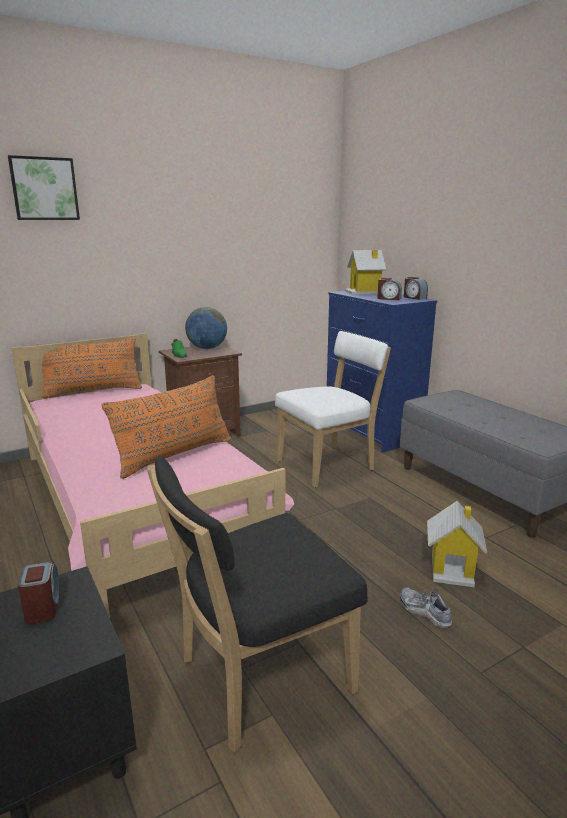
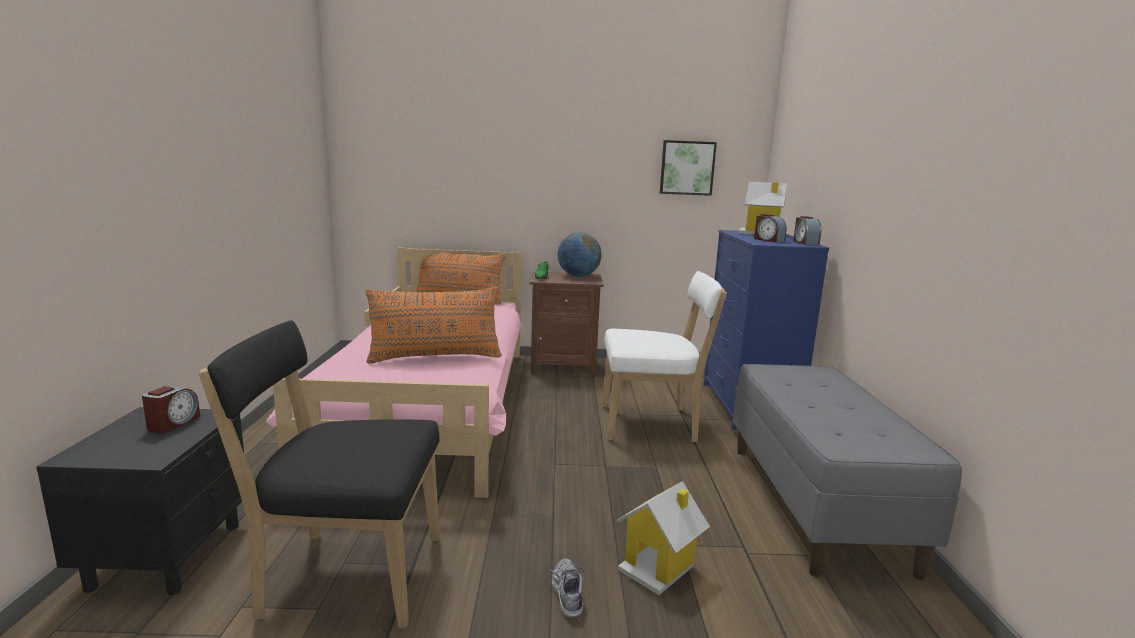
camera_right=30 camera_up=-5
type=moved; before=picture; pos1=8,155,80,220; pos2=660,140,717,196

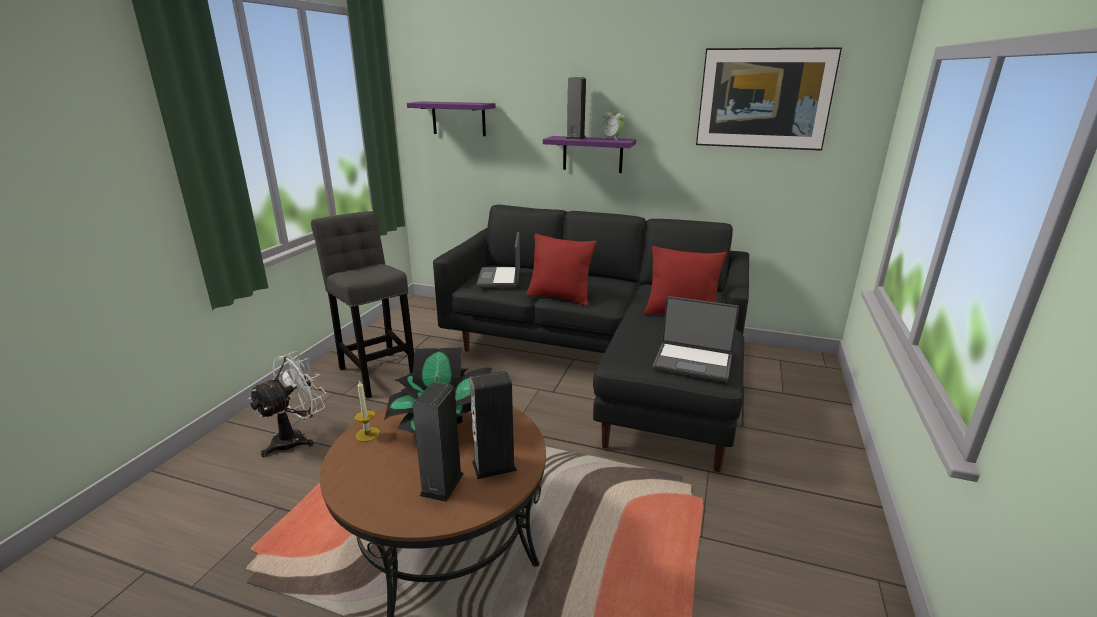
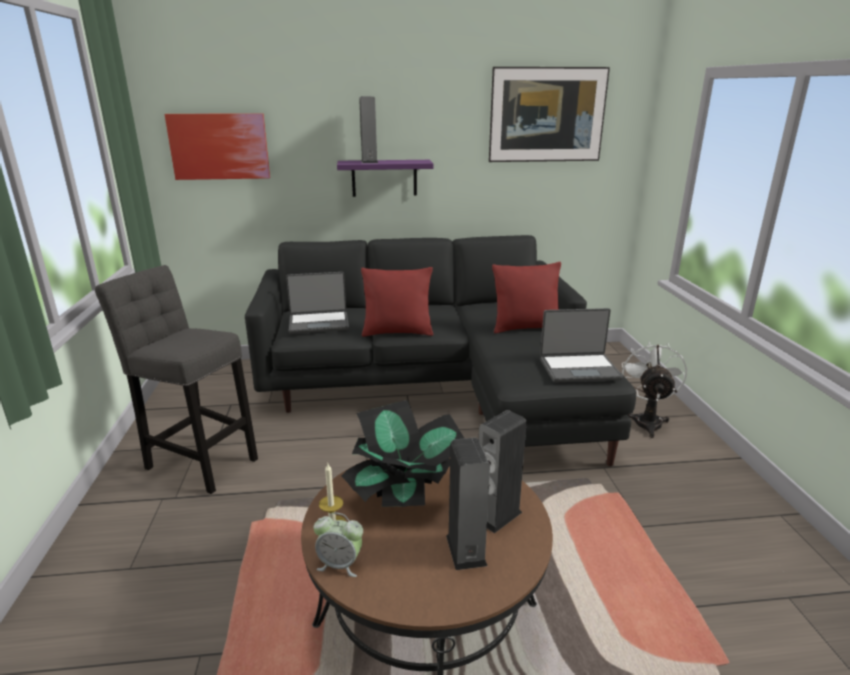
camera_right=-25 camera_up=0
type=moved; before=white_fan; pos1=248,351,326,457; pos2=622,341,687,438
type=replaced; before=purple_shelf; after=picture; pos1=407,101,496,136; pos2=165,113,270,180
type=turned; before=laptop; pos1=476,232,520,287; pos2=286,272,349,334; turn=-75
type=moved; before=alarm_clock; pos1=602,109,625,140; pos2=314,513,363,577

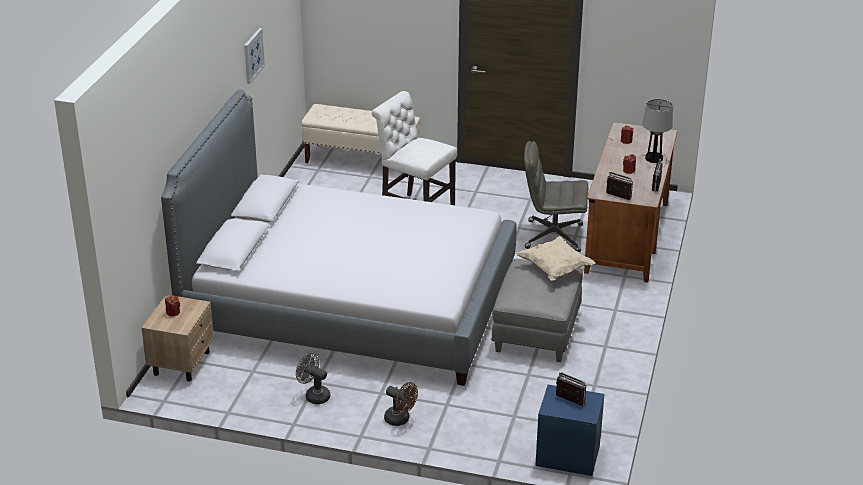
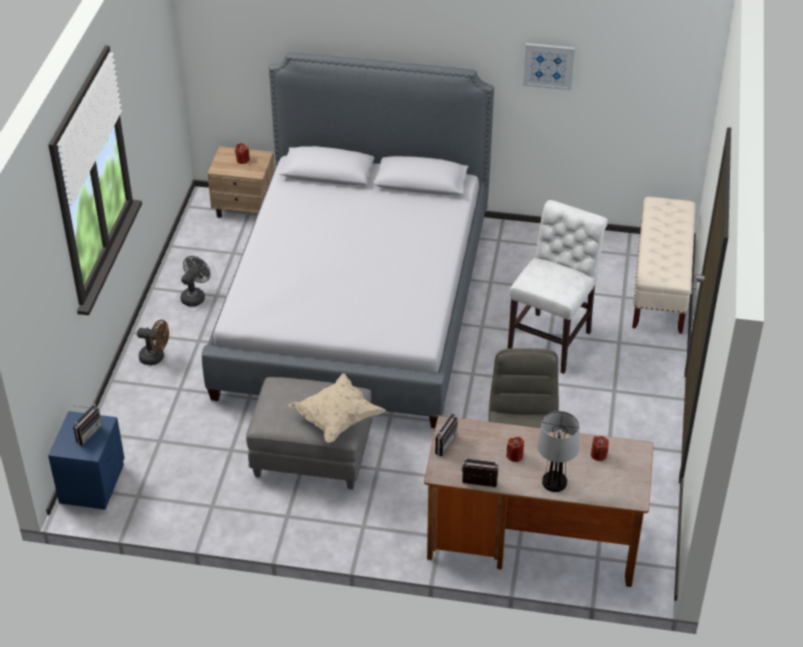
camera_right=85 camera_up=10
type=turned; before=brown_fan; pos1=384,382,418,426; pos2=137,320,169,365; turn=-105

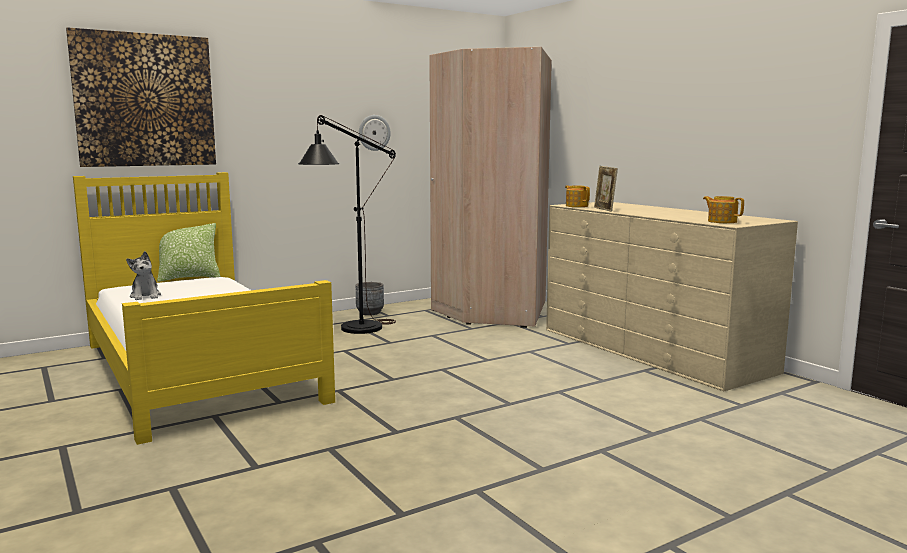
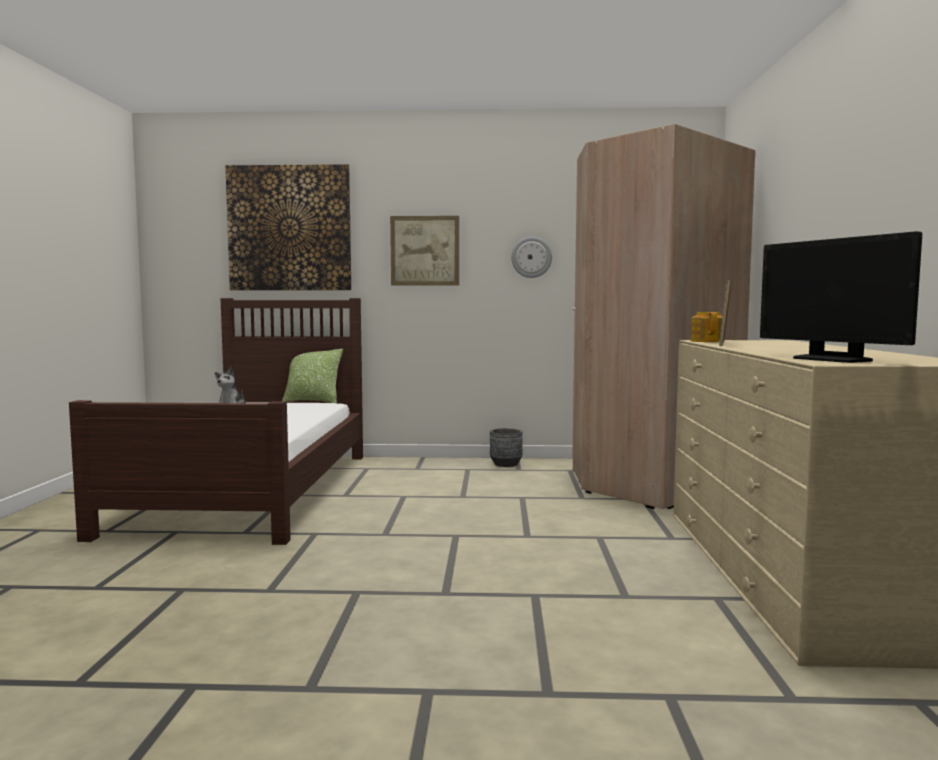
camera_right=35 camera_up=-5
type=recoloured; before=yellow_bed; after=brown_bed; pos1=73,172,335,445; pos2=69,298,363,545
type=removed; before=black_floor_lamp; pos1=298,115,396,334
type=replaced; before=teapot; after=monitor; pos1=703,196,744,223; pos2=760,231,922,363
type=added; after=picture; pos2=390,216,459,286

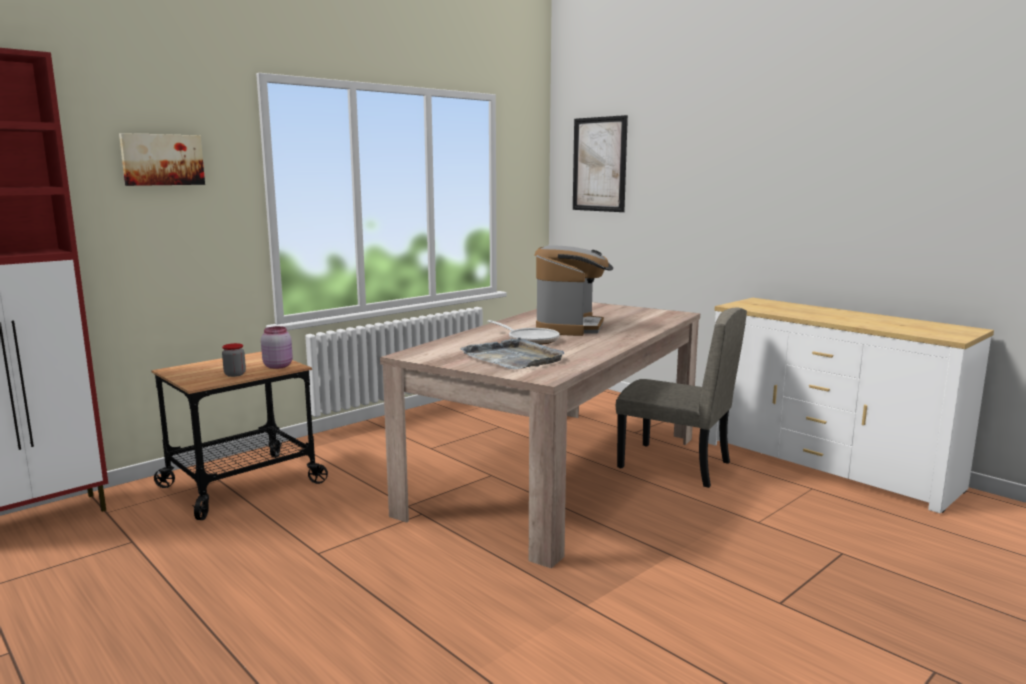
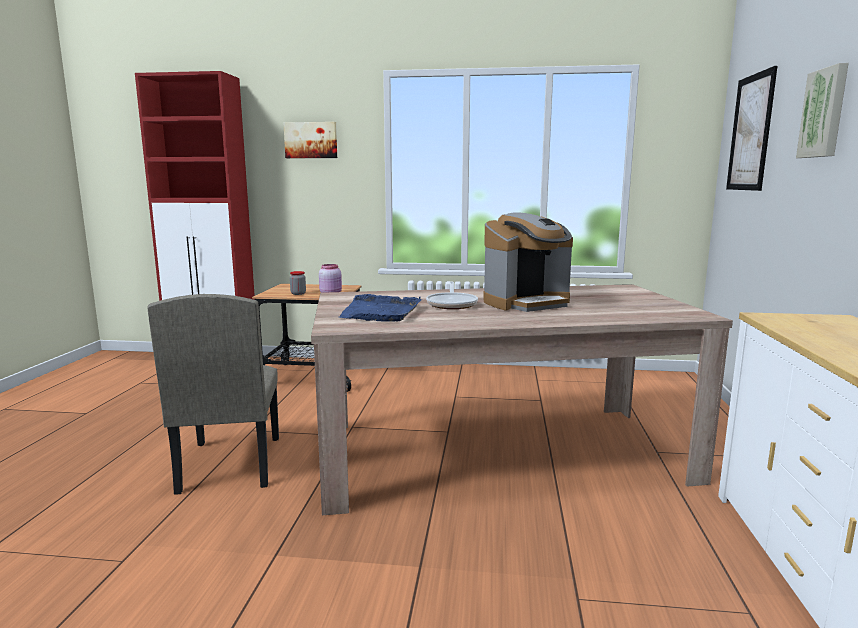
camera_right=50 camera_up=0
type=recoloured; before=grey_tray; after=blue_tray; pos1=460,337,565,369; pos2=339,294,422,322
type=moved; before=beige_chair; pos1=616,307,747,488; pos2=147,294,279,495
type=added; after=picture; pos2=796,63,849,158

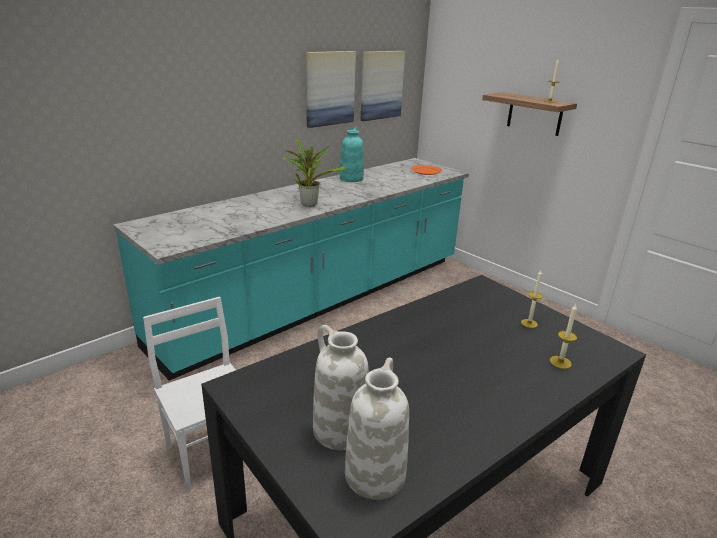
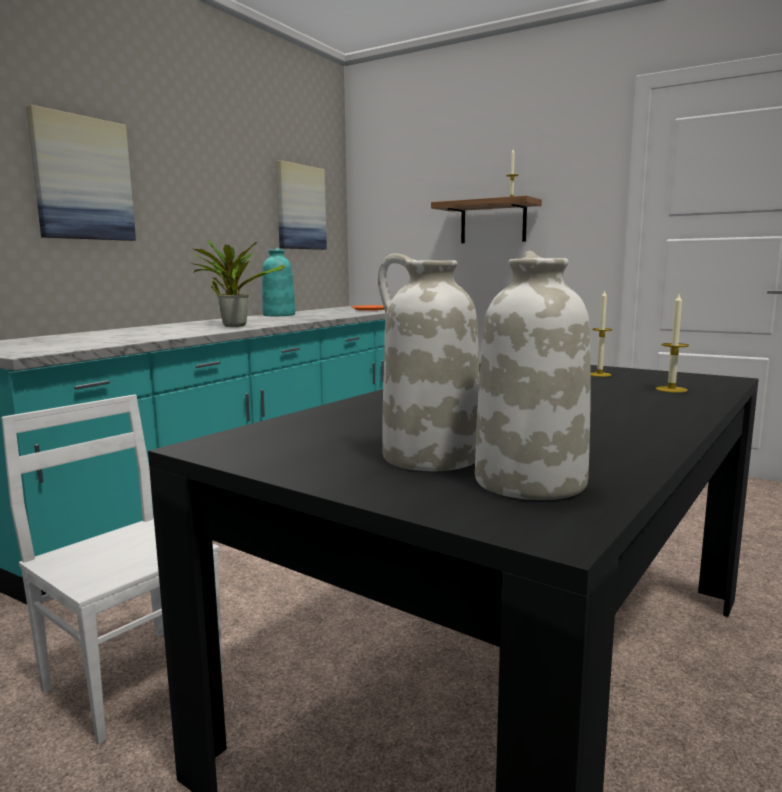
camera_right=-15 camera_up=-15
type=moved; before=picture; pos1=306,51,356,128; pos2=26,105,136,241

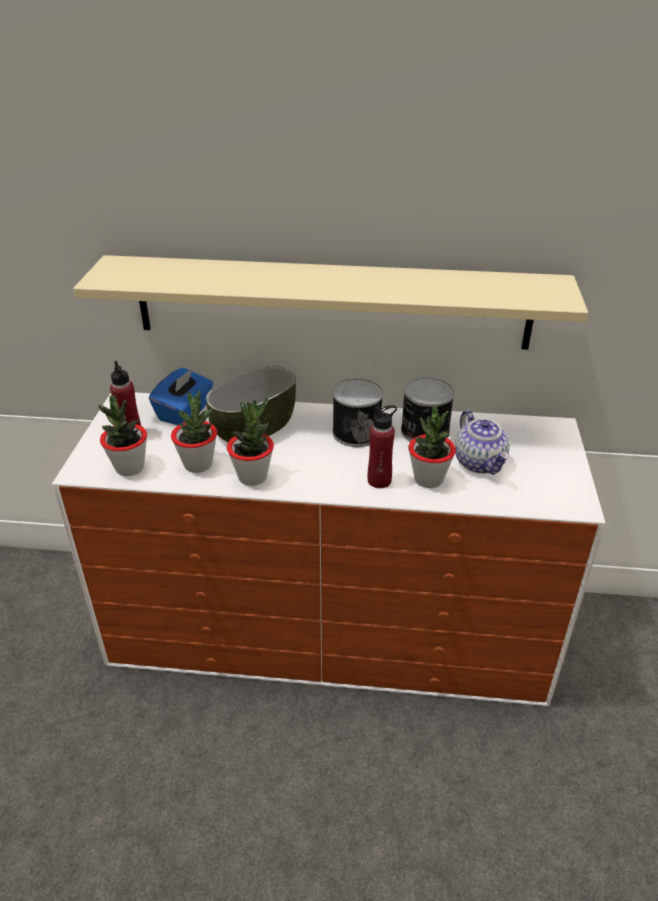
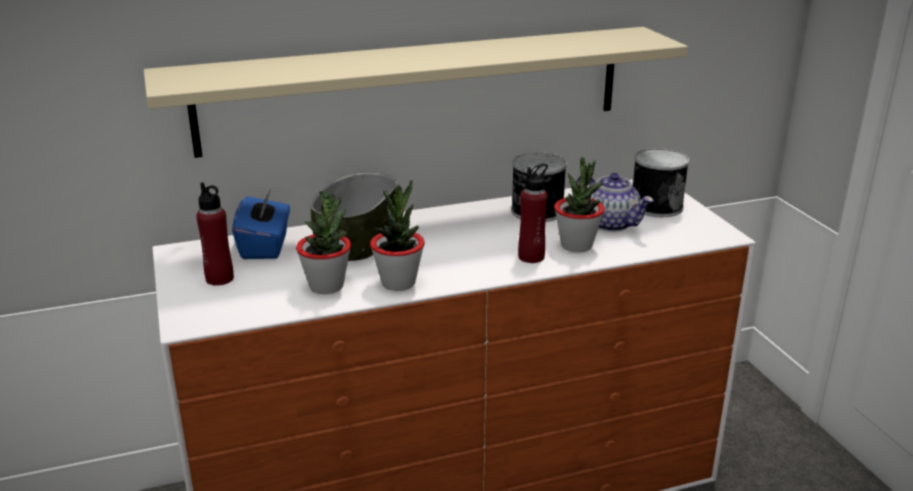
camera_right=-25 camera_up=-10
type=removed; before=potted_plant; pos1=98,395,147,476
type=moved; before=can; pos1=332,378,383,447; pos2=633,148,689,217

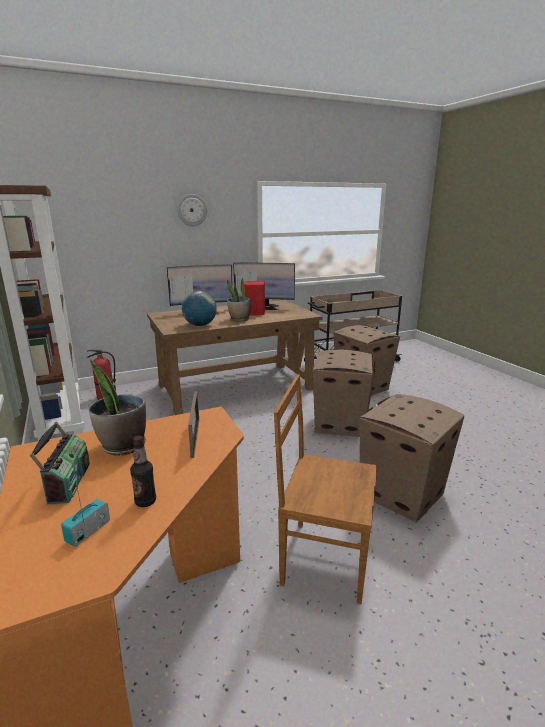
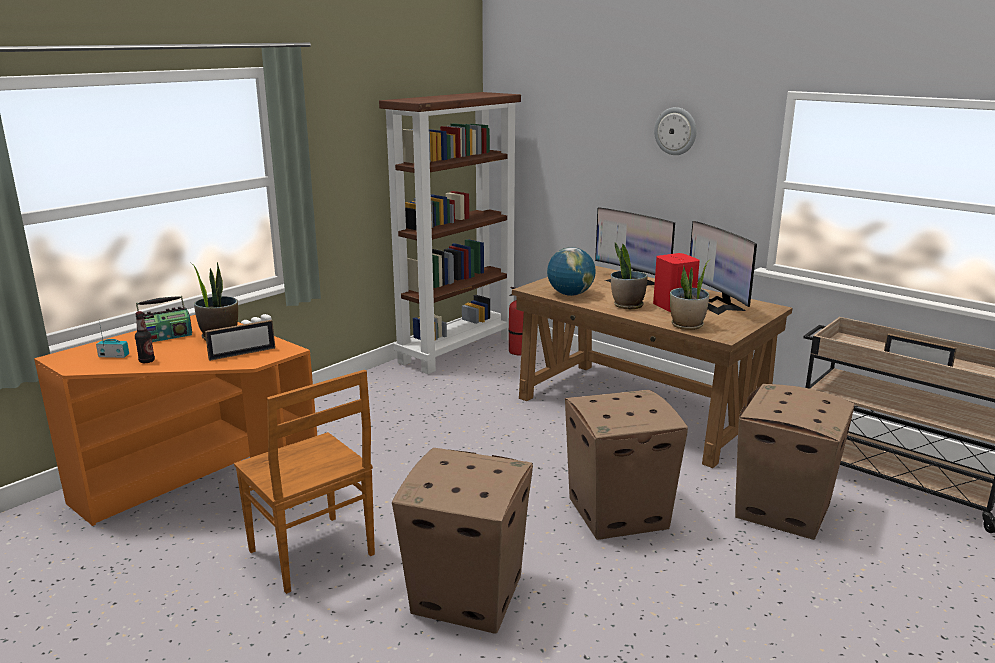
camera_right=65 camera_up=0
type=turned; before=brown_chair; pos1=274,374,377,604; pos2=234,370,375,594; turn=150
type=added; after=potted_plant; pos2=670,260,709,330

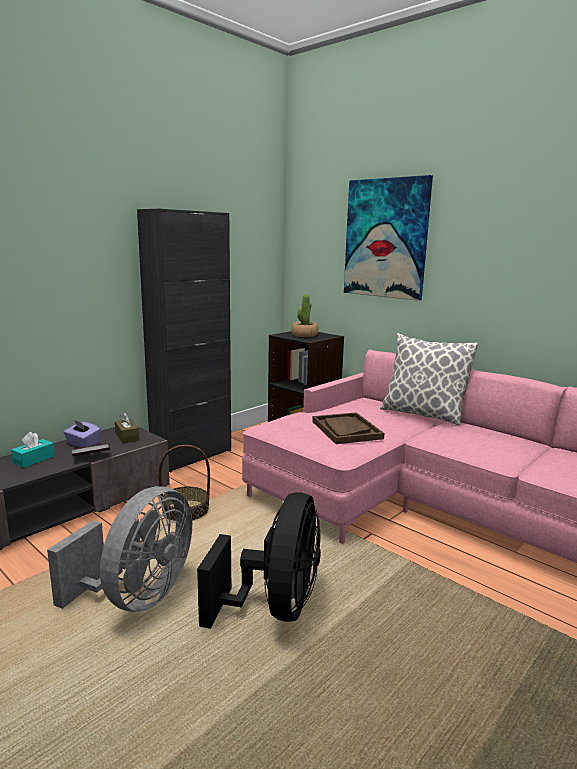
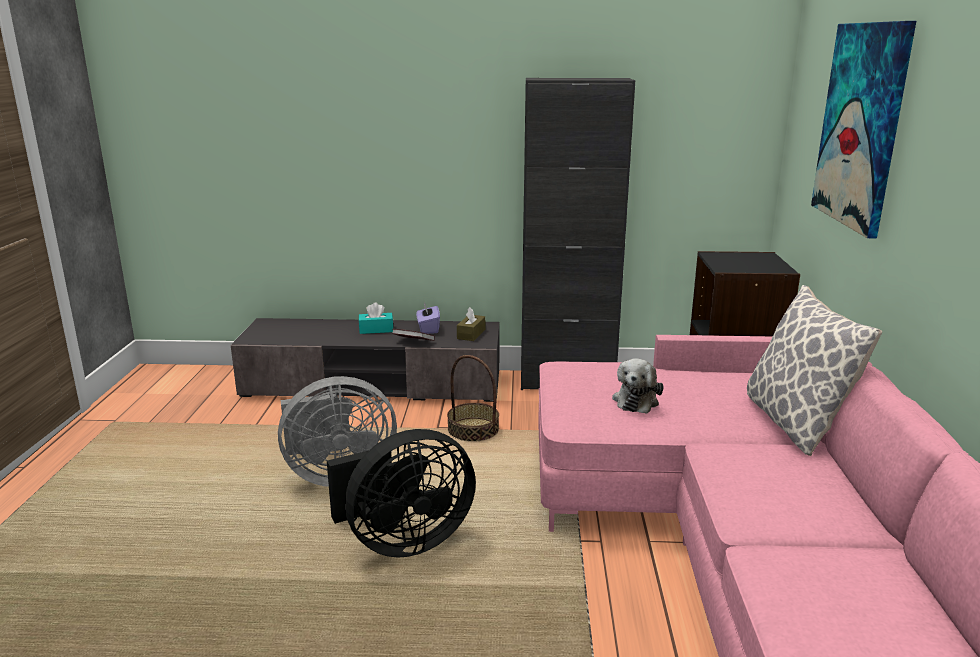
camera_right=50 camera_up=5
type=removed; before=potted_plant; pos1=291,294,319,337
type=replaced; before=brown_tray; after=plush_toy; pos1=312,412,384,444; pos2=612,358,664,414

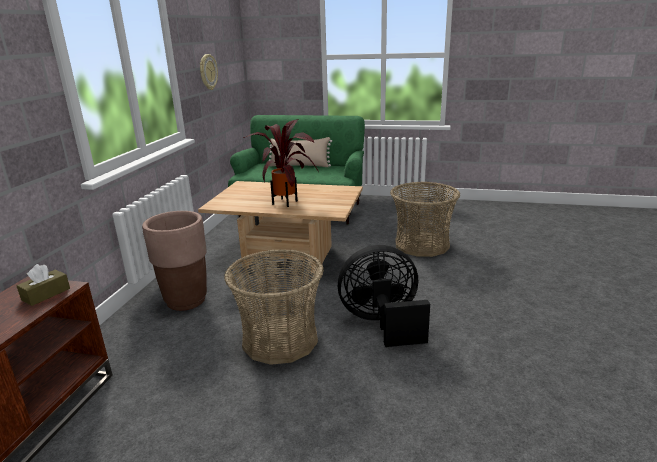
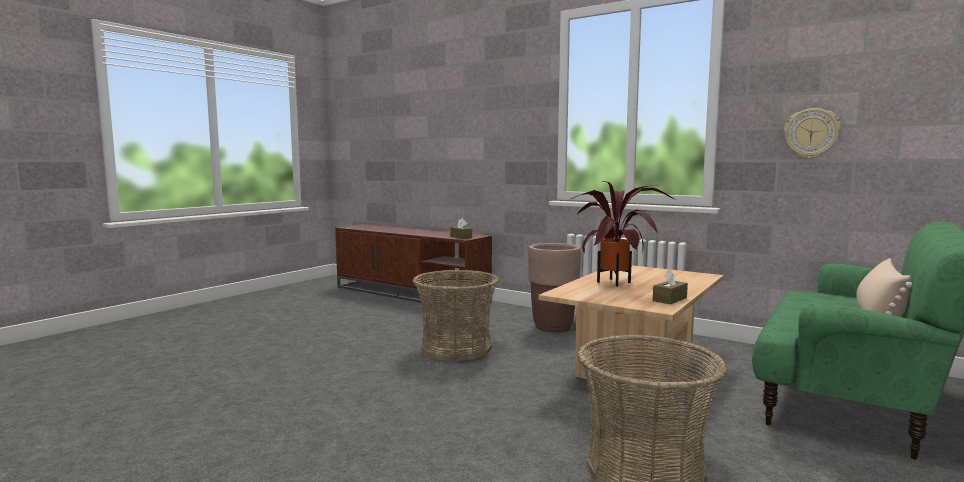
camera_right=110 camera_up=-15
type=removed; before=black_fan; pos1=338,245,430,347
type=added; after=brown_tissue_box; pos2=653,269,688,304

